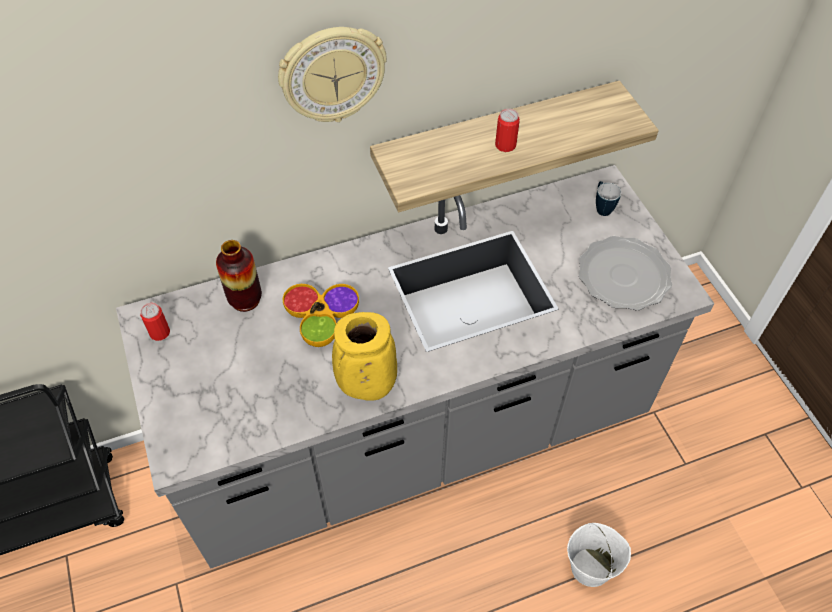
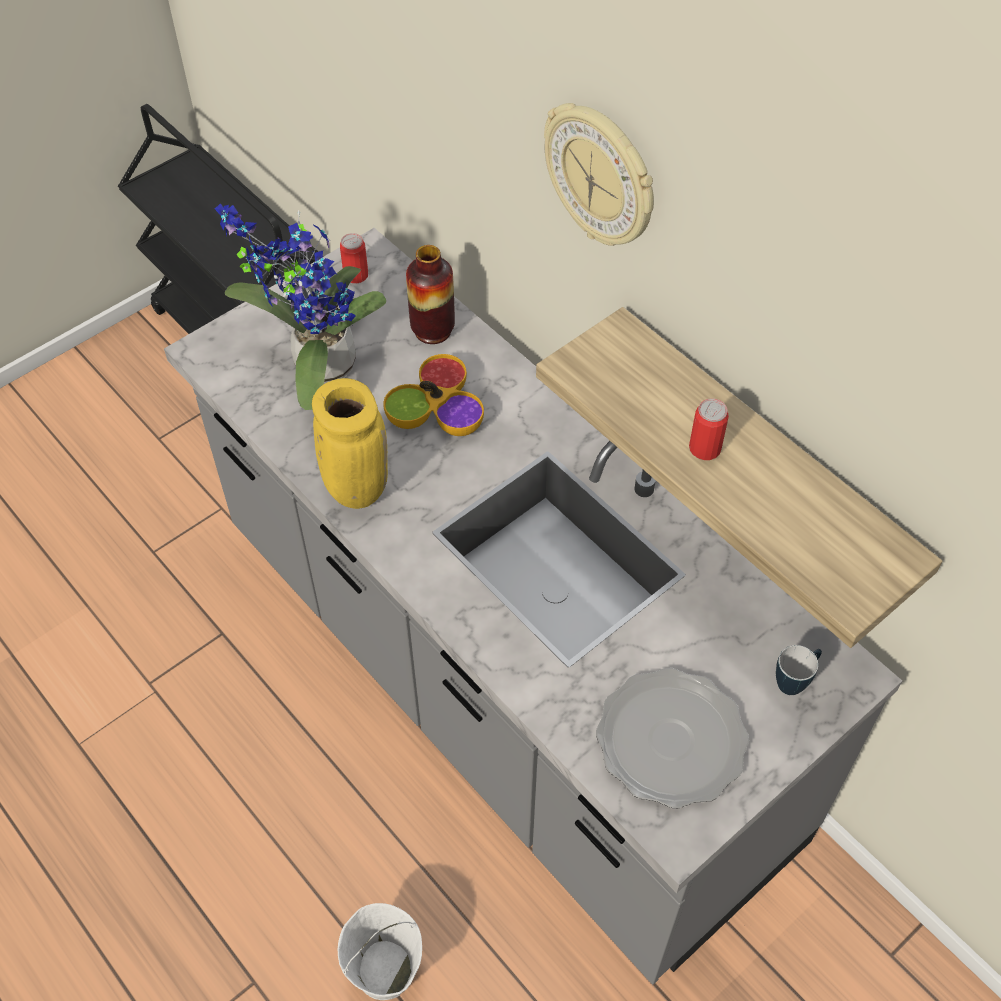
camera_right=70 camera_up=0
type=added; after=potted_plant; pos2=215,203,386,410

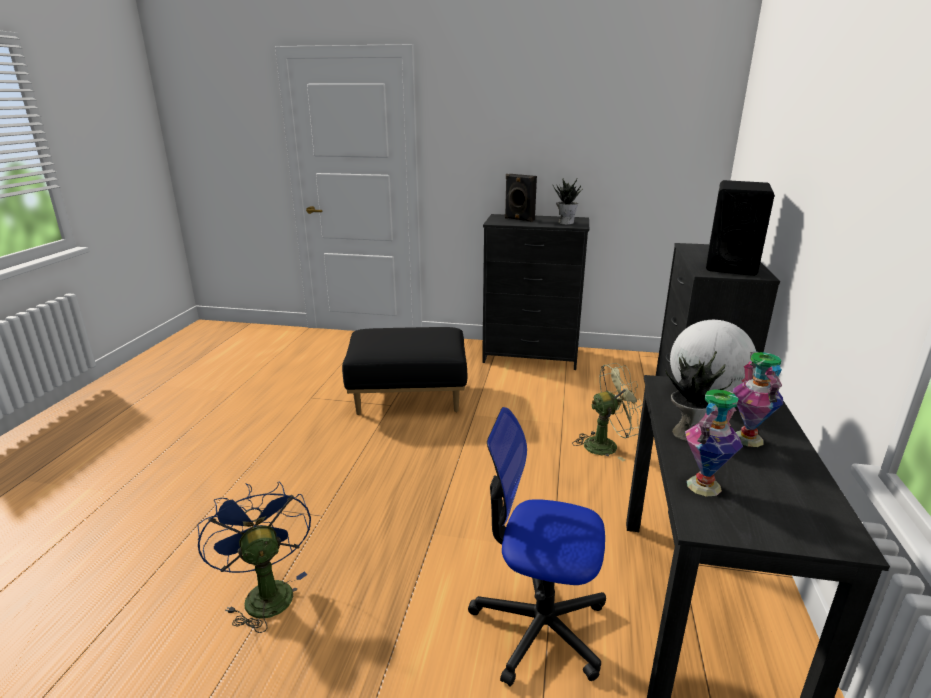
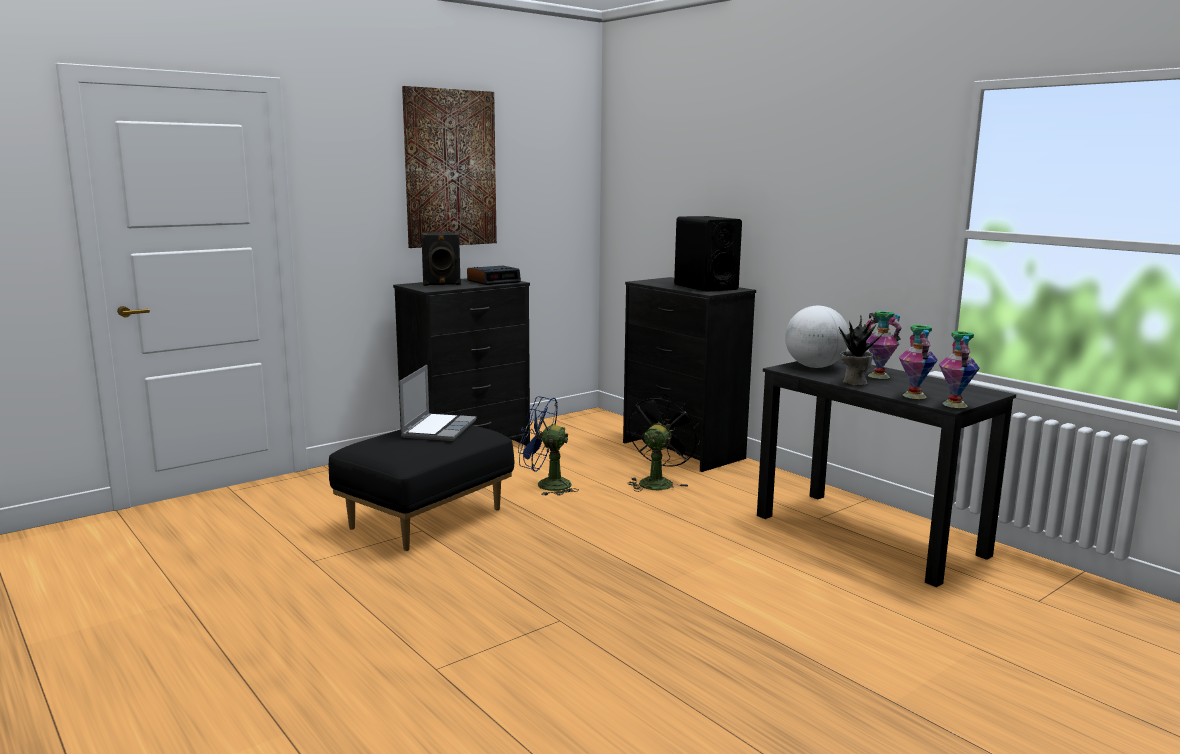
camera_right=-50 camera_up=-10
type=moved; before=blue_fan; pos1=197,481,311,633; pos2=518,396,579,495
type=removed; before=office_chair; pos1=468,407,606,687
type=replaced; before=potted_plant; after=alarm_clock; pos1=553,178,581,225; pos2=467,266,521,285
type=recoloured; before=green_fan; after=black_fan; pos1=572,363,643,461; pos2=627,394,700,492
type=added; after=laptop; pos2=399,365,476,441
type=added; after=picture; pos2=402,86,497,248
type=added; after=vase; pos2=939,331,980,408

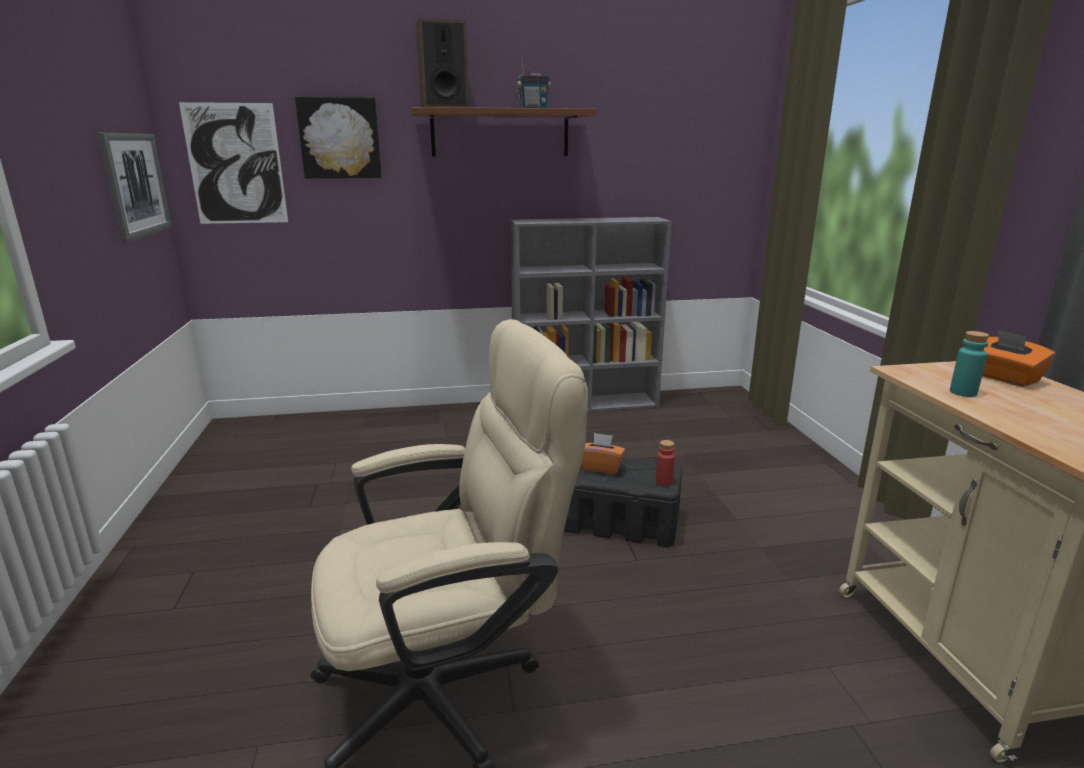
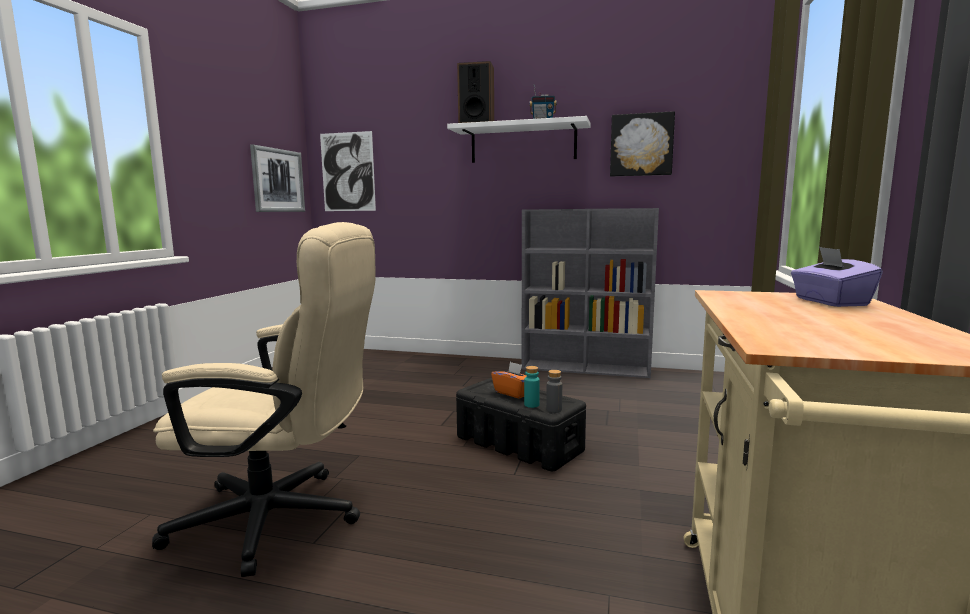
camera_right=25 camera_up=-10
type=moved; before=picture; pos1=295,97,382,178; pos2=610,111,675,177
type=recoloured; before=brown_shelf; after=white_shelf; pos1=412,107,596,157; pos2=447,116,591,163
type=recoloured; before=red_bottle; after=grey_bottle; pos1=656,440,675,486; pos2=546,370,562,413
type=moved; before=turquoise_bottle; pos1=950,331,989,397; pos2=524,366,540,408
type=recoloured; before=orange_tissue_box; after=purple_tissue_box; pos1=982,329,1056,387; pos2=791,247,883,307

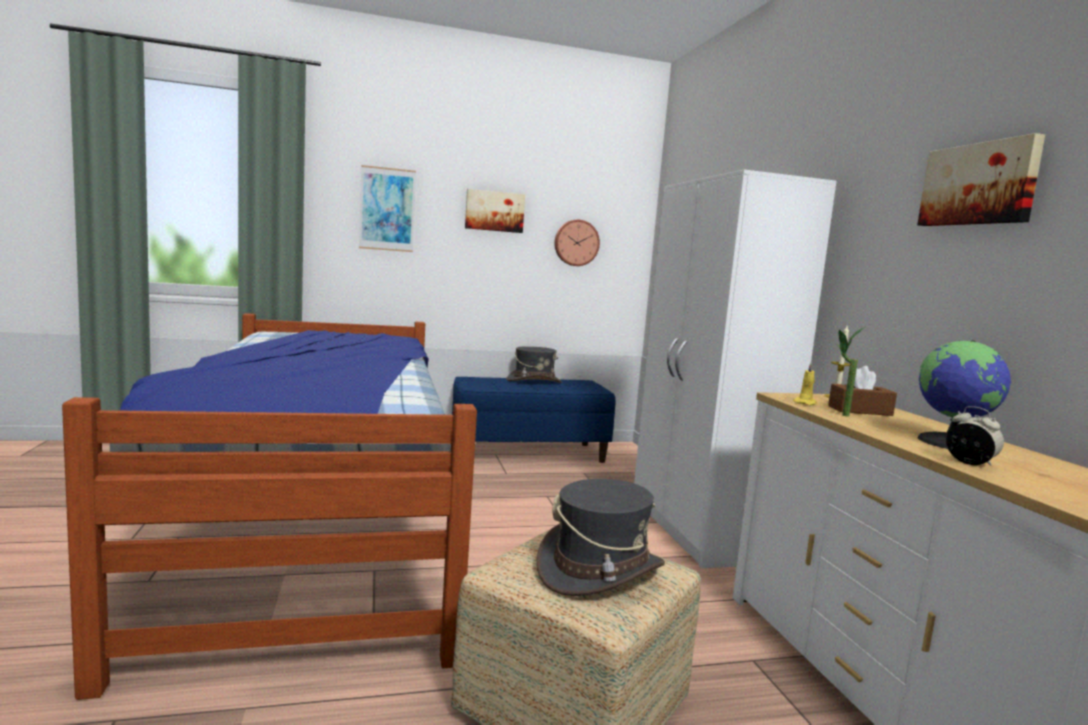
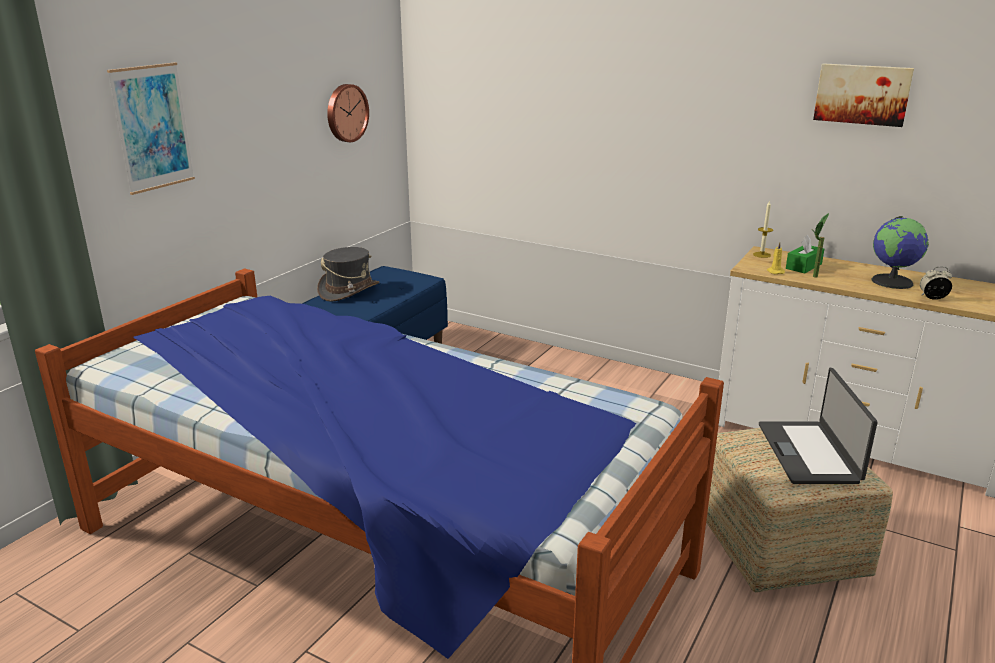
camera_right=-45 camera_up=15
type=removed; before=picture; pos1=465,189,525,233
type=replaced; before=grey_hat; after=laptop; pos1=536,479,665,596; pos2=759,368,878,484
type=removed; before=white_wardrobe; pos1=634,170,836,568
type=recoloured; before=brown_tissue_box; after=green_tissue_box; pos1=828,366,897,416; pos2=786,235,824,273

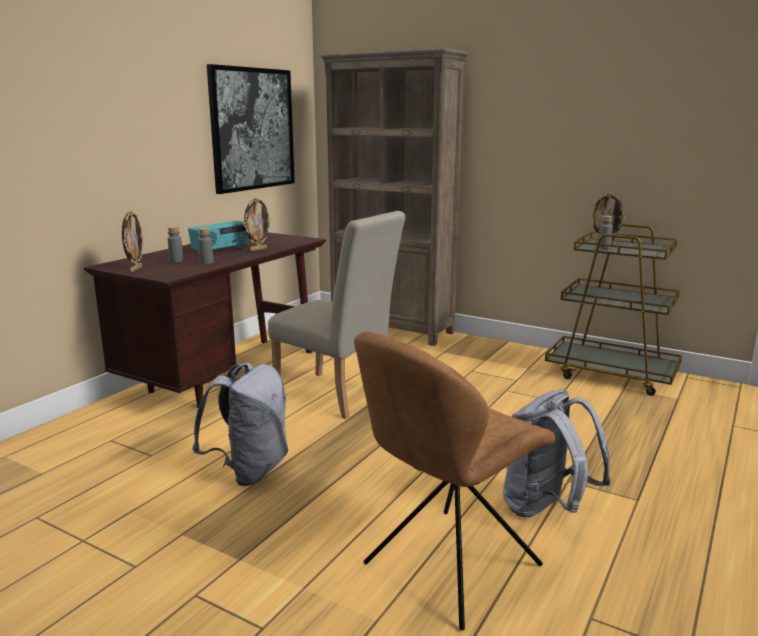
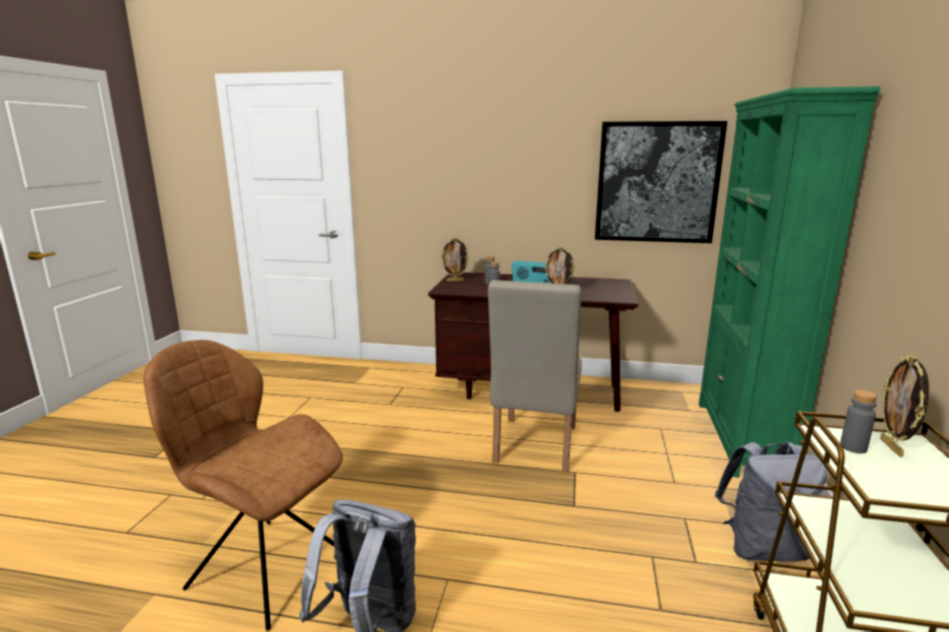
camera_right=70 camera_up=0
type=moved; before=grey_backpack; pos1=192,363,288,486; pos2=714,442,826,561
type=recoloured; before=brown_bookcase; after=green_bookcase; pos1=320,48,469,346; pos2=699,86,880,478

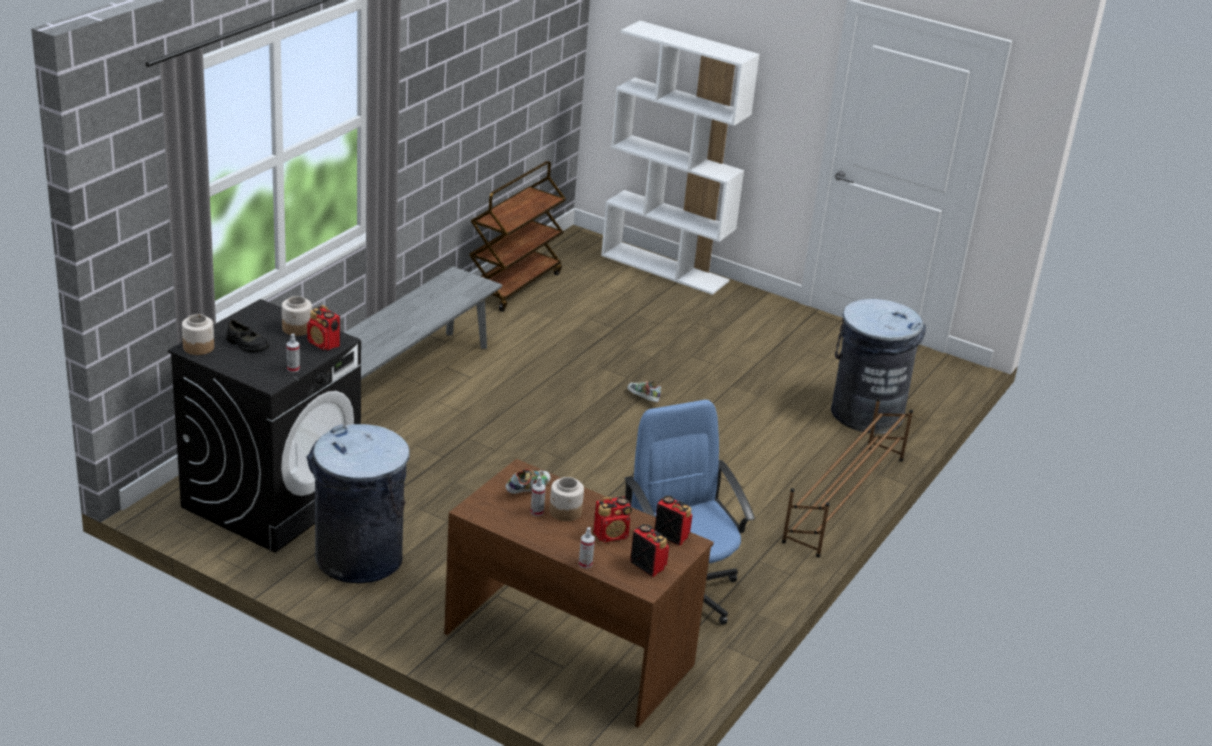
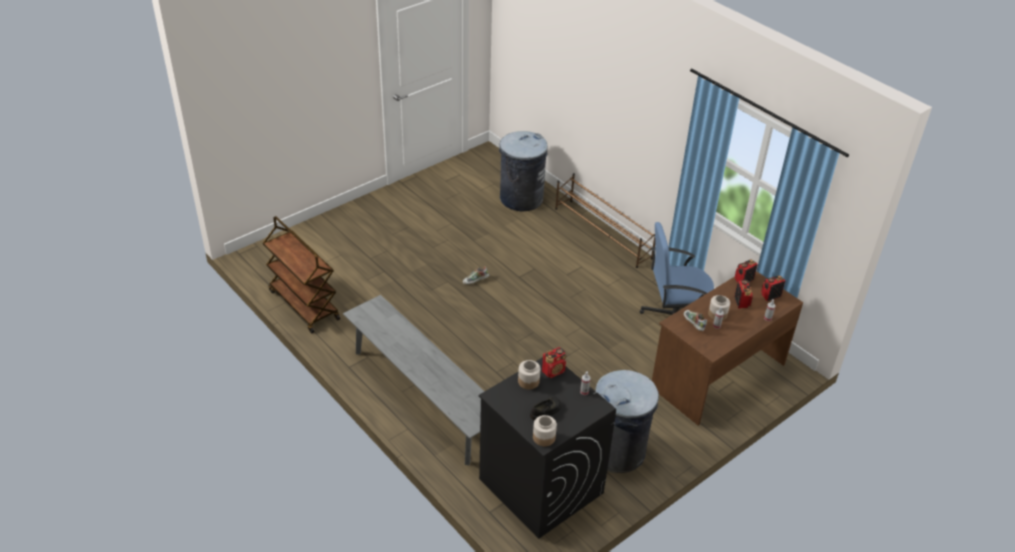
camera_right=-70 camera_up=10
type=removed; before=white_bookcase; pos1=601,21,760,295

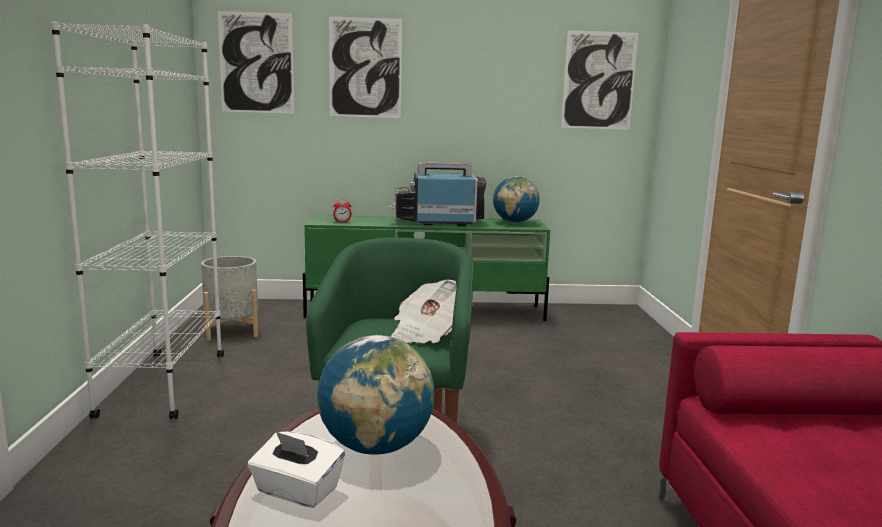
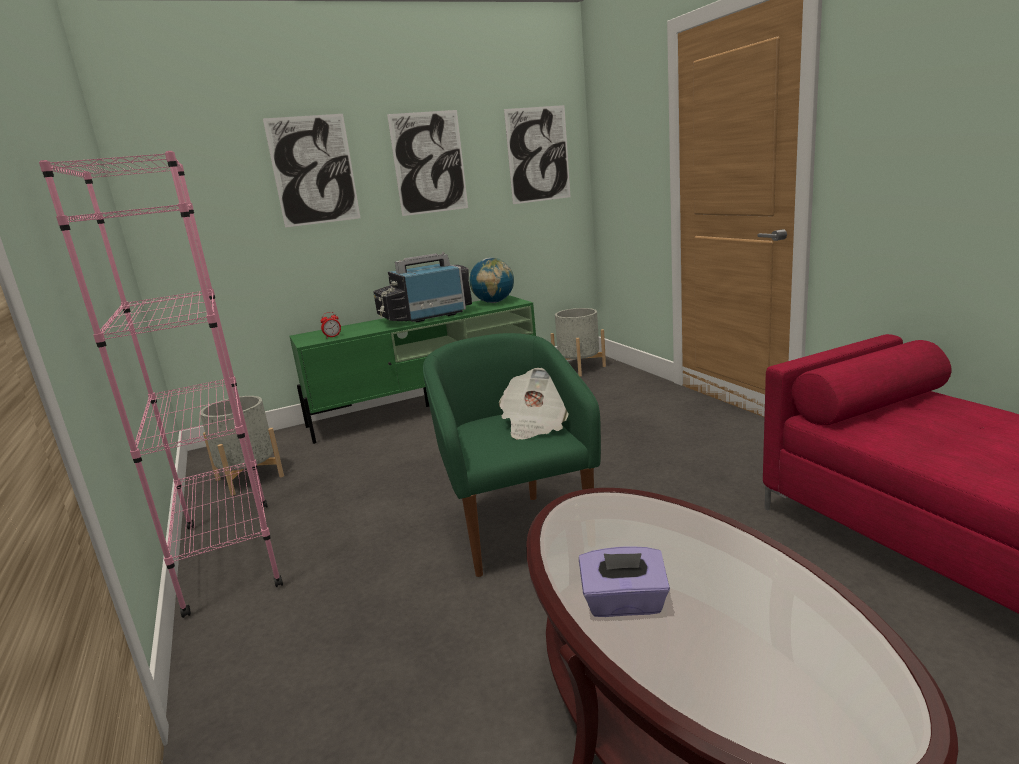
camera_right=-20 camera_up=5
type=recoloured; before=white_bookcase; after=pink_bookcase; pos1=51,21,224,419; pos2=39,151,283,618
type=moved; before=picture; pos1=218,11,294,114; pos2=387,110,468,216
type=recoloured; before=white_tissue_box; after=purple_tissue_box; pos1=247,431,345,508; pos2=579,547,670,617
type=removed; before=globe; pos1=317,335,435,455
type=added; after=grey_planter; pos2=551,308,606,376

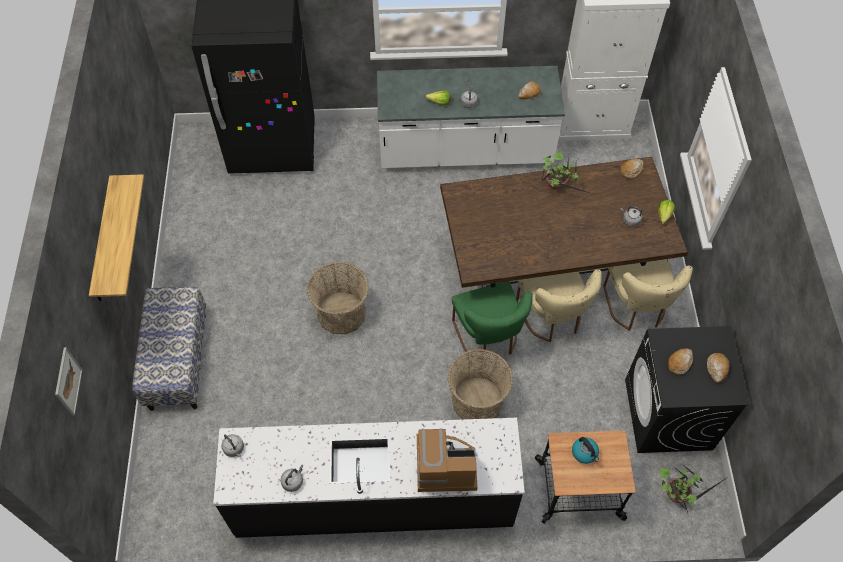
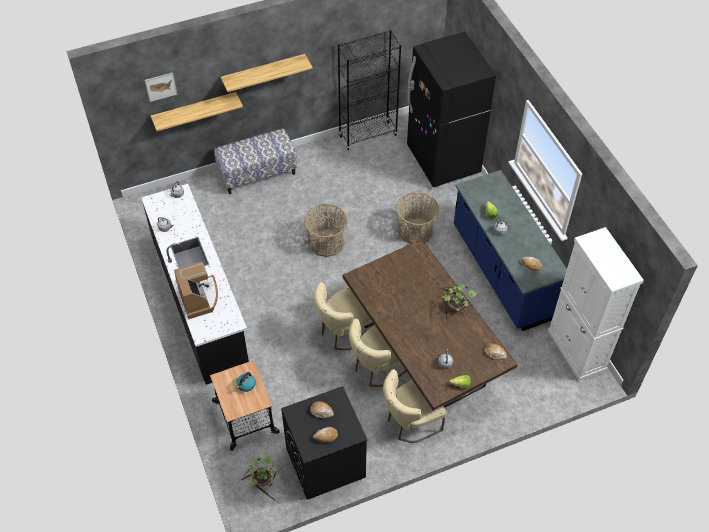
camera_right=70 camera_up=-5
type=recoloured; before=white_counter; after=blue_counter; pos1=377,66,565,168; pos2=454,170,567,331
type=moved; before=basket; pos1=448,349,513,420; pos2=396,192,439,244
type=recoloured; before=green_chair; after=beige_chair; pos1=452,281,533,356; pos2=314,282,374,350
type=added; after=shelf; pos2=151,92,243,131
type=added; after=black_bookcase; pos2=338,30,401,150

